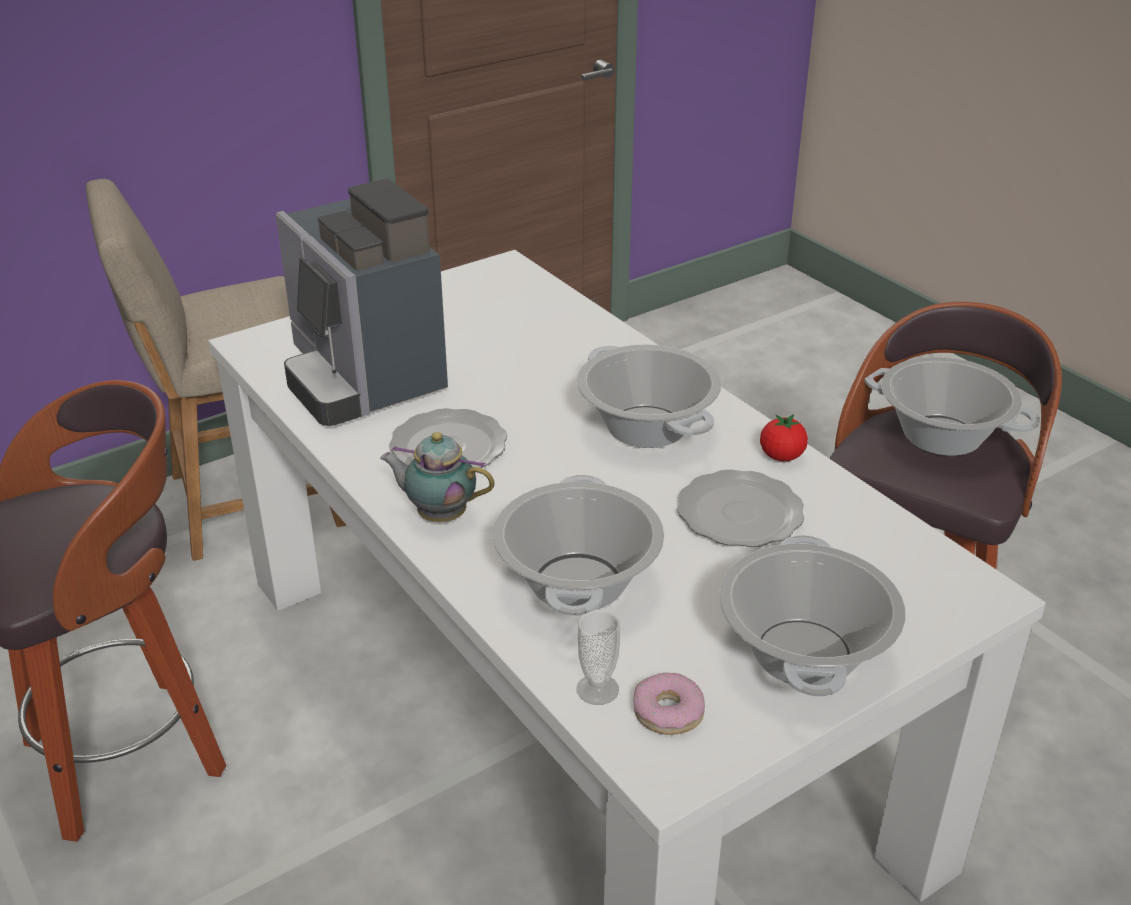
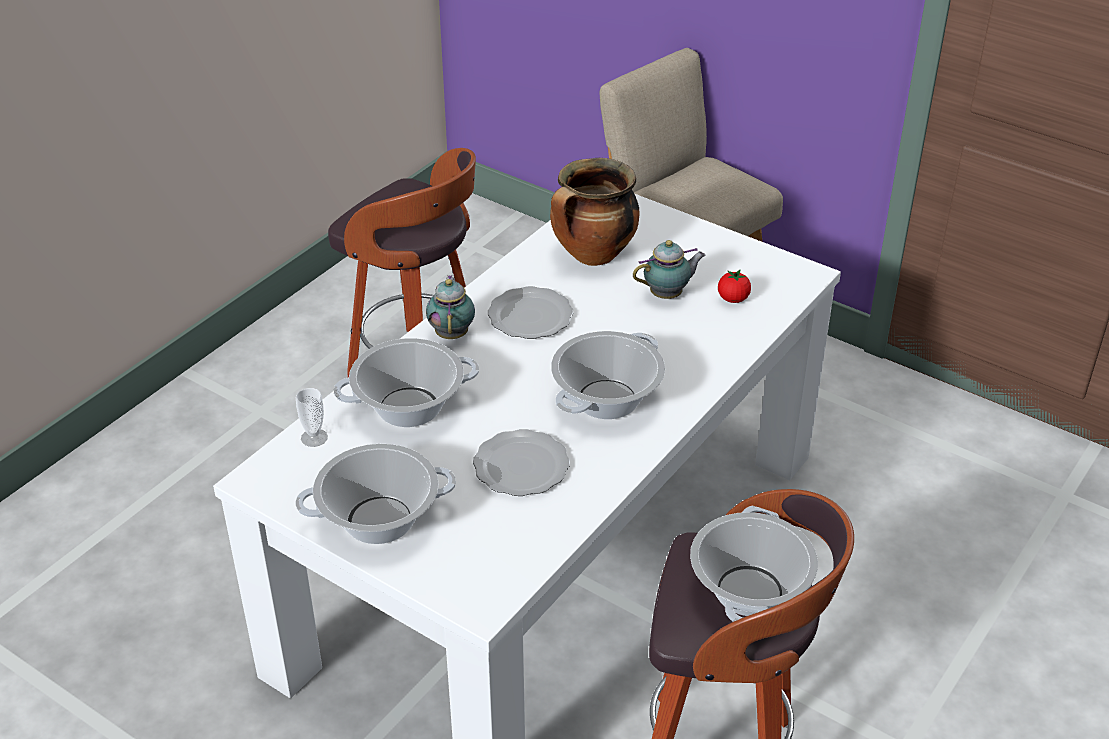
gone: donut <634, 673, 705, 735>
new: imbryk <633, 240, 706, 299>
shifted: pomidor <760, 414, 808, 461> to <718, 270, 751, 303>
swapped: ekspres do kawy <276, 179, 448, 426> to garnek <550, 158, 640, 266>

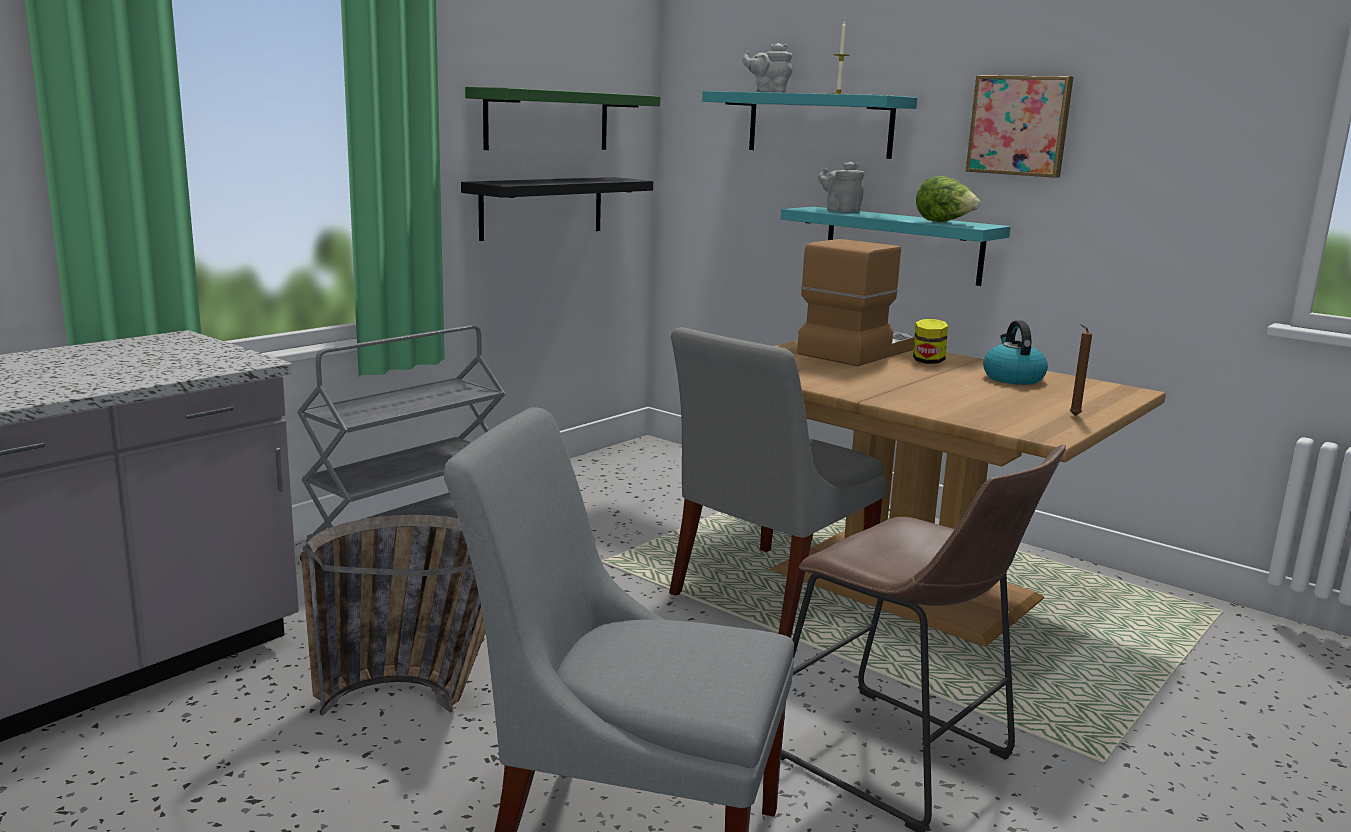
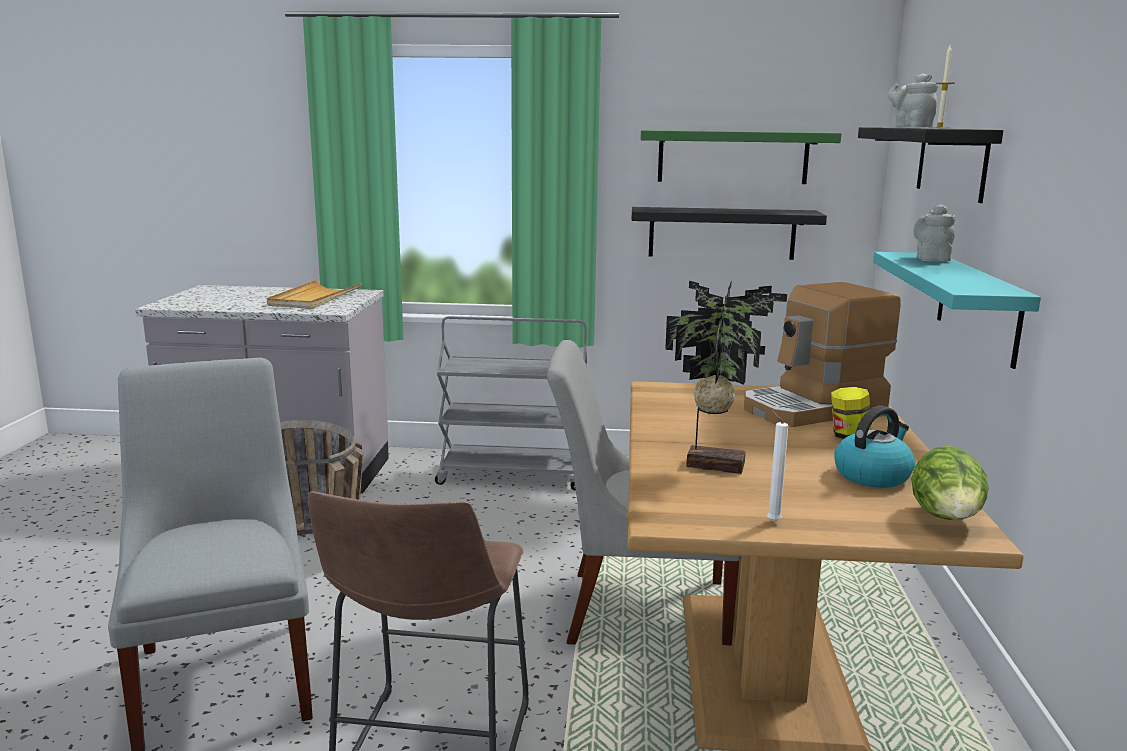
gone: obraz <966, 75, 1073, 178>
new: taca/beżowy <267, 280, 362, 309>; roślina doniczkowa <665, 281, 787, 474>
shifted: sałata <916, 176, 981, 222> to <911, 446, 989, 520>
repainted: półka/turkusowy <702, 91, 917, 159> to półka/czarny <858, 127, 1003, 203>; świeca/brązowy <1070, 324, 1092, 416> to świeca/biały <767, 410, 788, 522>
rotated: ekspres do kawy <797, 239, 914, 366> = <744, 282, 901, 427> 150 degrees clockwise

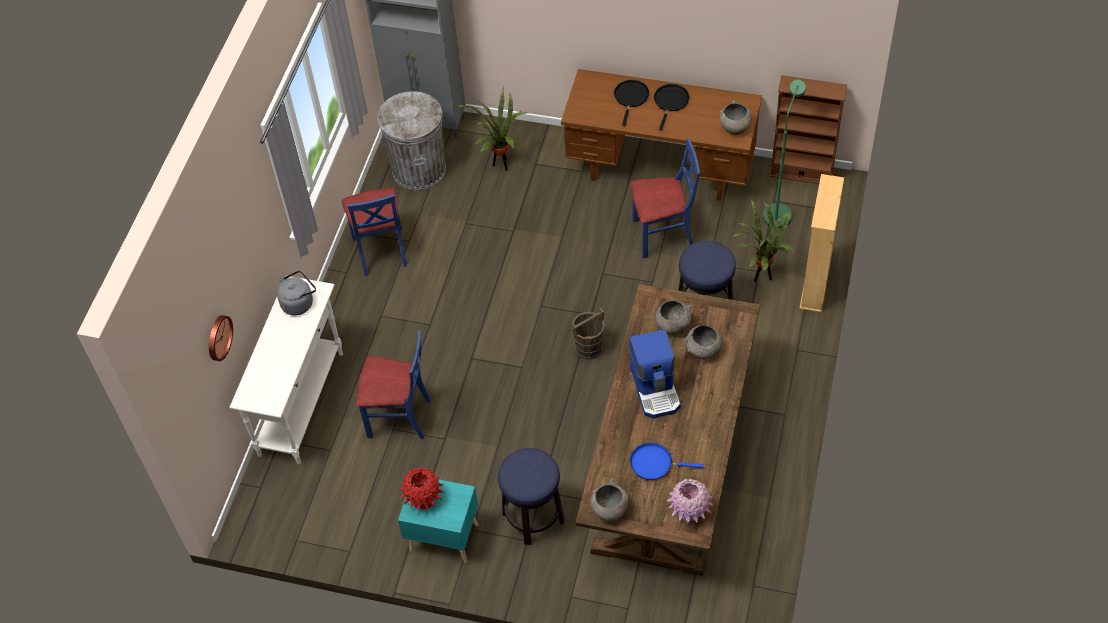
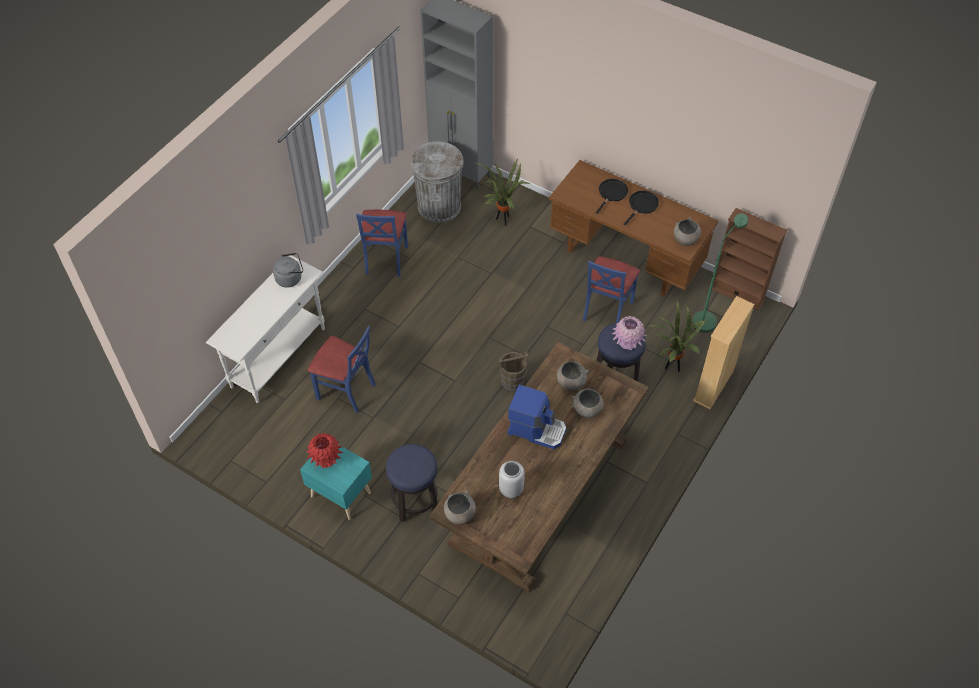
gone: zegar ścienny <209, 315, 233, 361>
shifted: wazon/różowy <666, 479, 713, 524> to <612, 316, 646, 350>
swapped: patelnia/niebieski <630, 443, 703, 480> to wazon/szary <499, 461, 524, 498>
rotated: ekspres do kawy <629, 329, 681, 419> = <508, 384, 566, 449> 75 degrees counterclockwise; krzesło/niebieski <630, 138, 700, 258> = <583, 256, 640, 323> 105 degrees clockwise

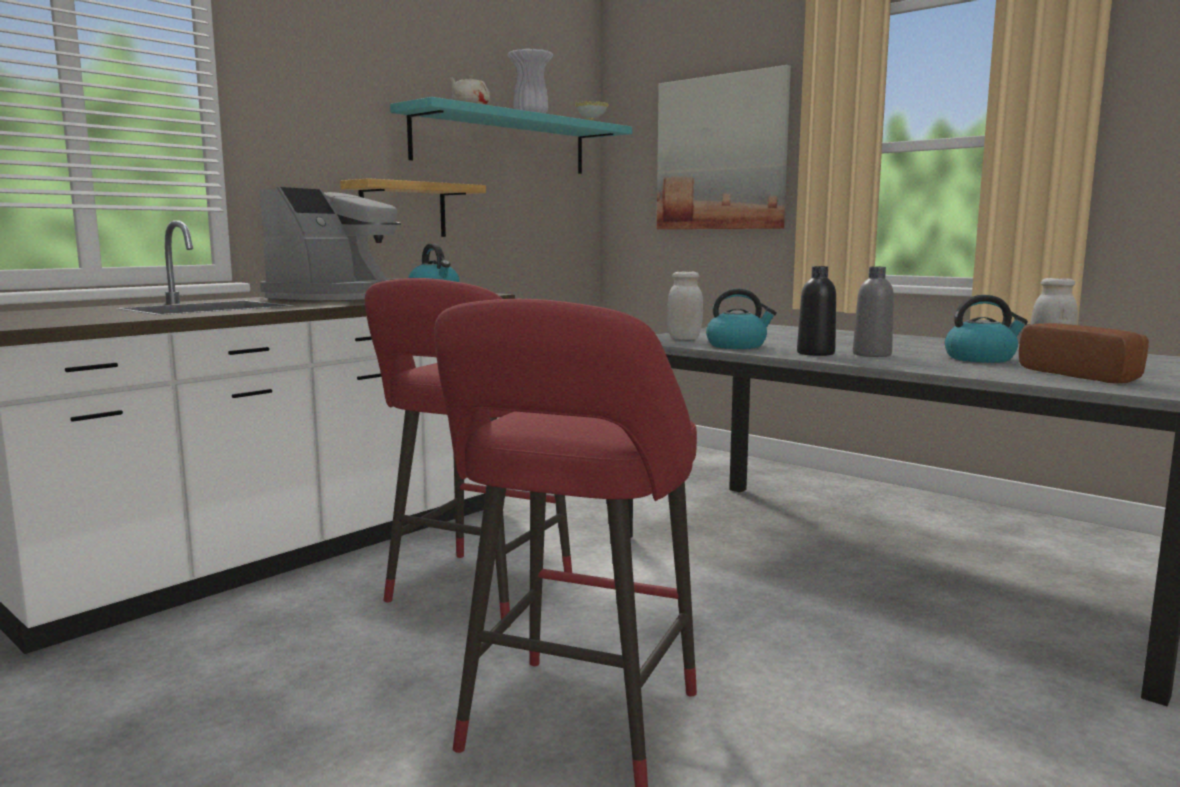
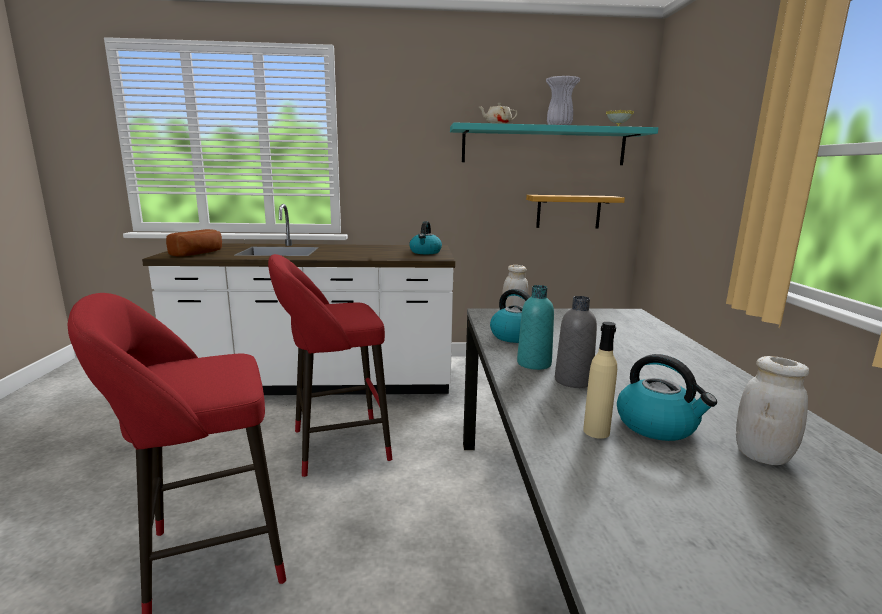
gone: ekspres do kawy <260, 187, 401, 300>; obraz <657, 65, 791, 229>
new: butelka/beżowy <583, 322, 617, 439>
shifted: półka <340, 178, 486, 237> to <526, 195, 625, 229>; chleb <1019, 323, 1149, 384> to <166, 229, 222, 257>
repainted: butelka/czarny <797, 266, 836, 356> to butelka/turkusowy <517, 285, 554, 370>

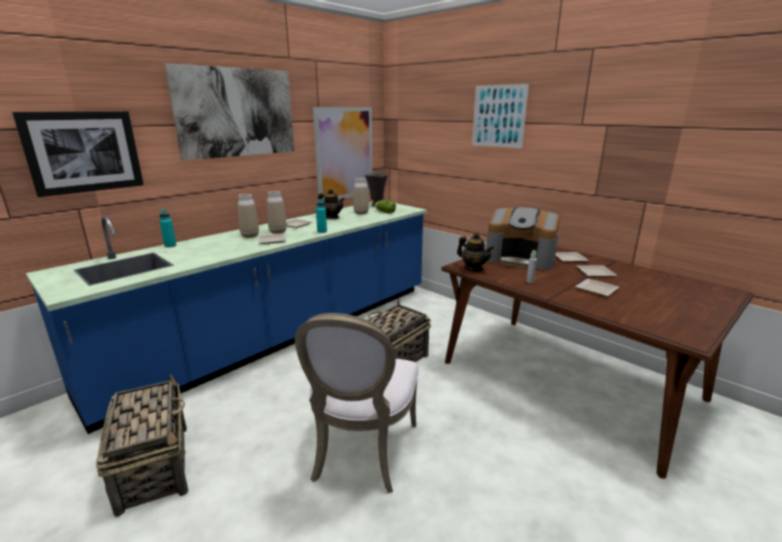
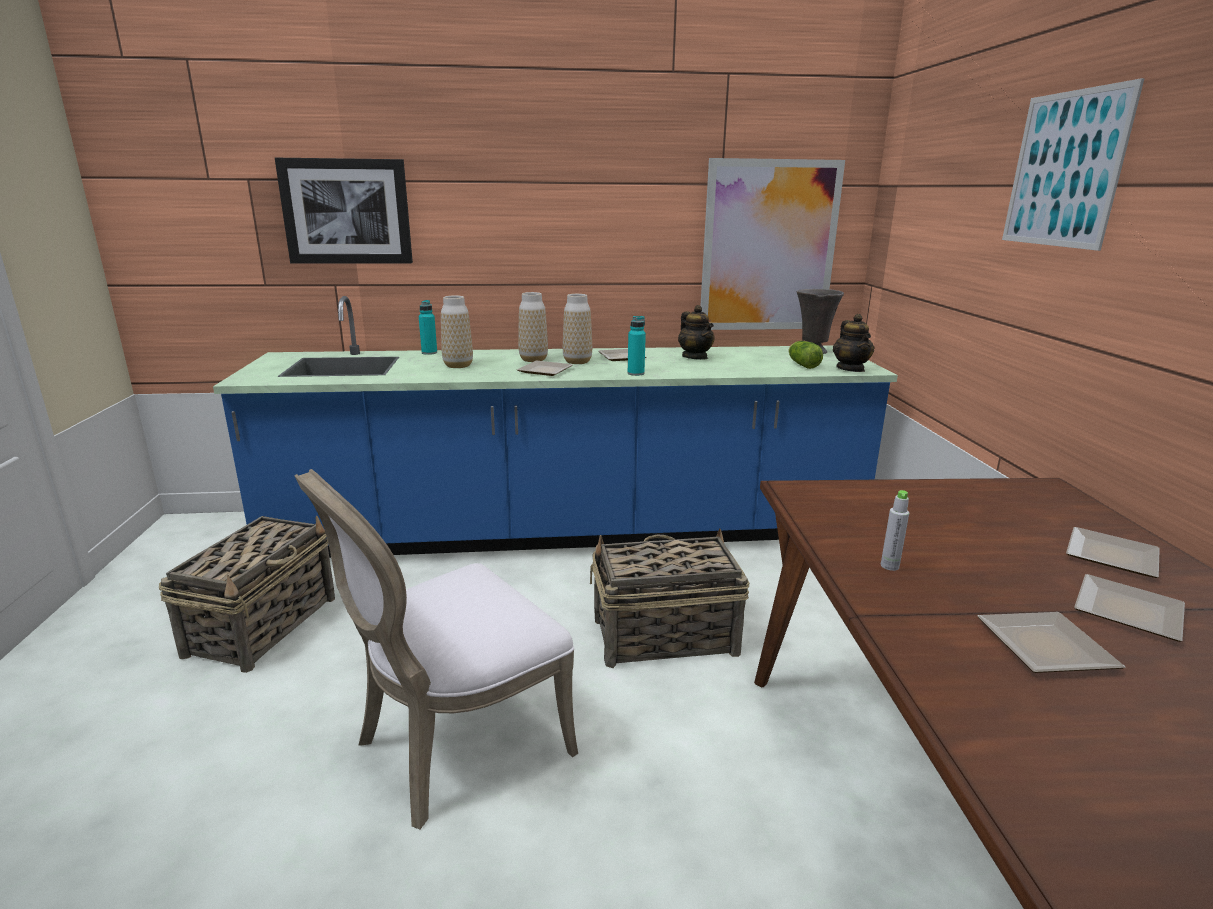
gone: obraz <165, 63, 294, 161>; ekspres do kawy <486, 207, 560, 270>
shifted: wazon <353, 178, 369, 214> to <441, 295, 473, 368>; imbryk <457, 233, 494, 272> to <833, 314, 875, 372>

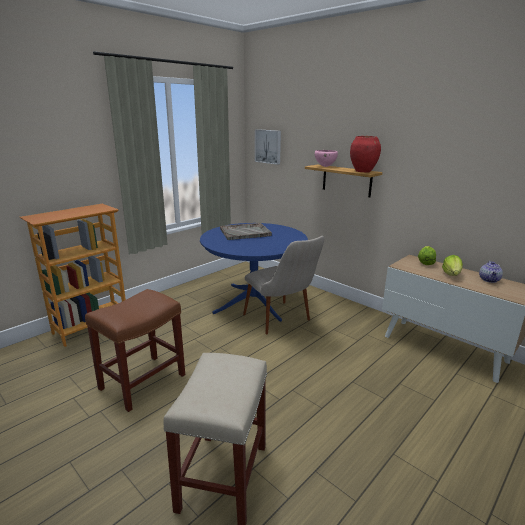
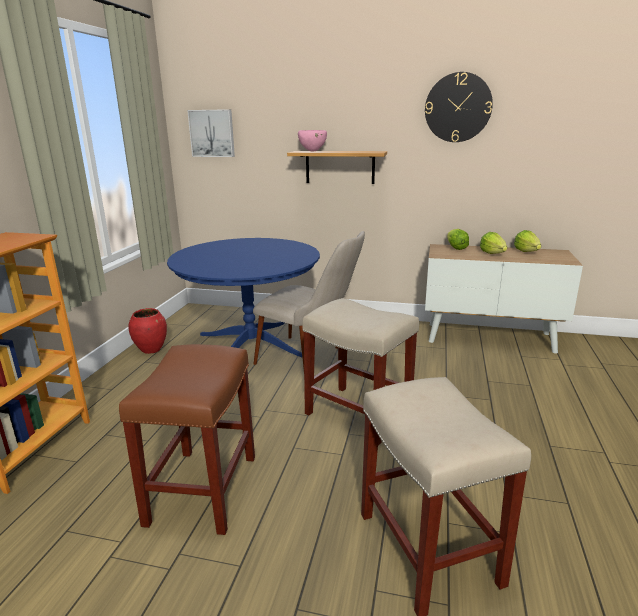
gone: taca/szary <220, 223, 272, 240>
new: stołek/beżowy <302, 298, 419, 446>; zegar ścienny <425, 72, 493, 142>
shifted: wazon/czerwony <350, 136, 381, 173> to <129, 308, 167, 354>
swapped: imbryk <479, 261, 503, 283> to sałata <514, 230, 541, 252>

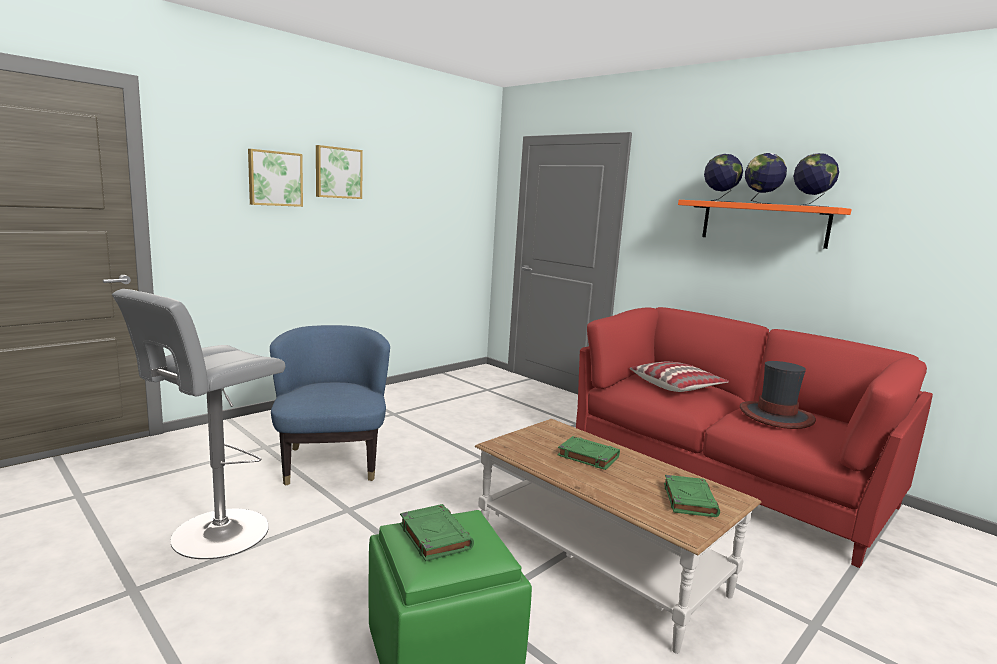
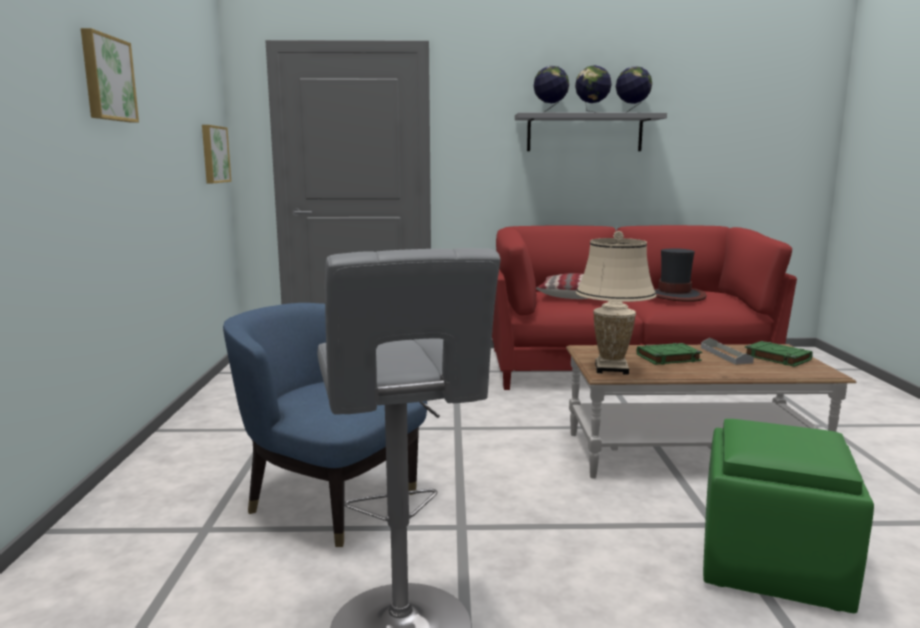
gone: książka/zielony <400, 504, 474, 561>
new: lampa stołowa/beżowy <576, 231, 657, 375>; taca/szary <701, 338, 754, 365>
shifted: obraz <248, 149, 303, 207> to <202, 125, 231, 183>
repainted: półka/pomarańczowy <678, 200, 852, 249> to półka/szary <515, 112, 667, 151>

